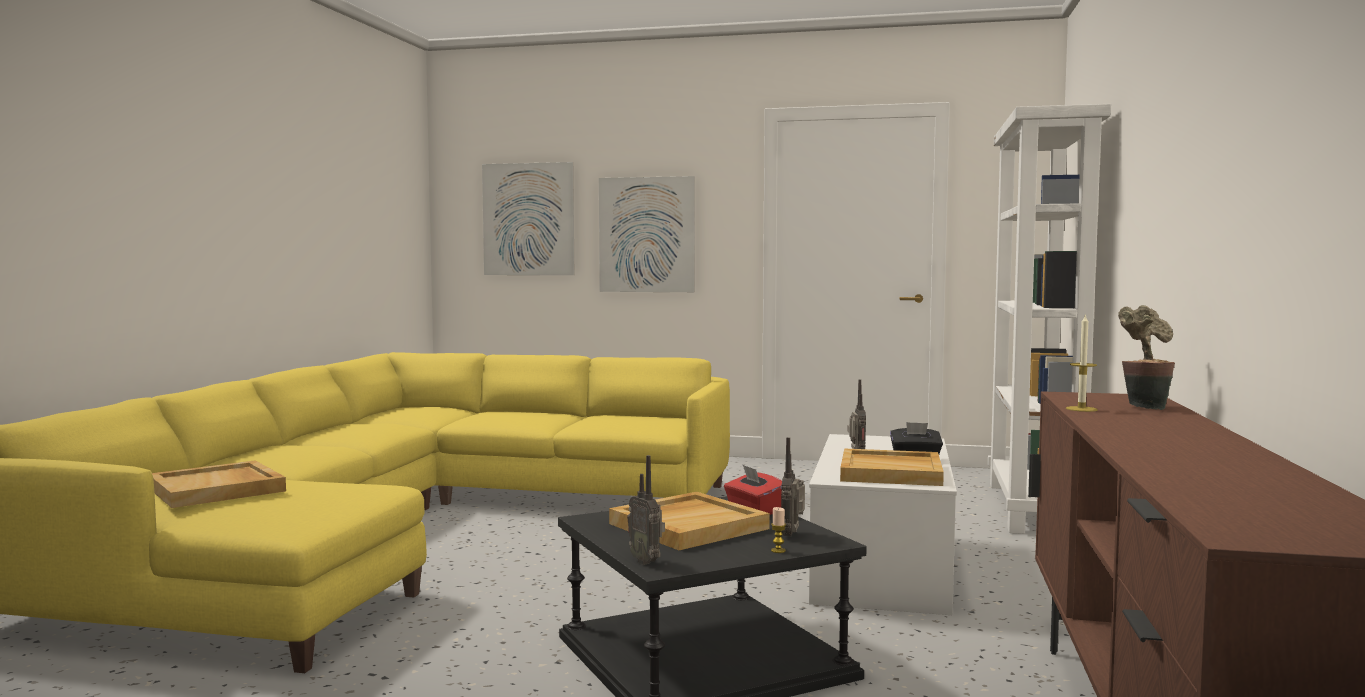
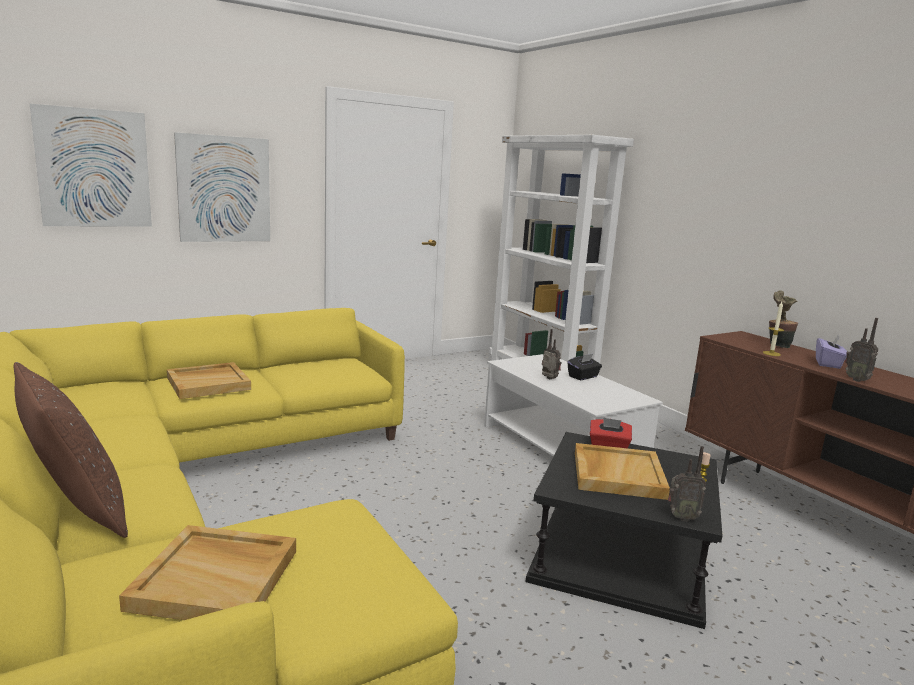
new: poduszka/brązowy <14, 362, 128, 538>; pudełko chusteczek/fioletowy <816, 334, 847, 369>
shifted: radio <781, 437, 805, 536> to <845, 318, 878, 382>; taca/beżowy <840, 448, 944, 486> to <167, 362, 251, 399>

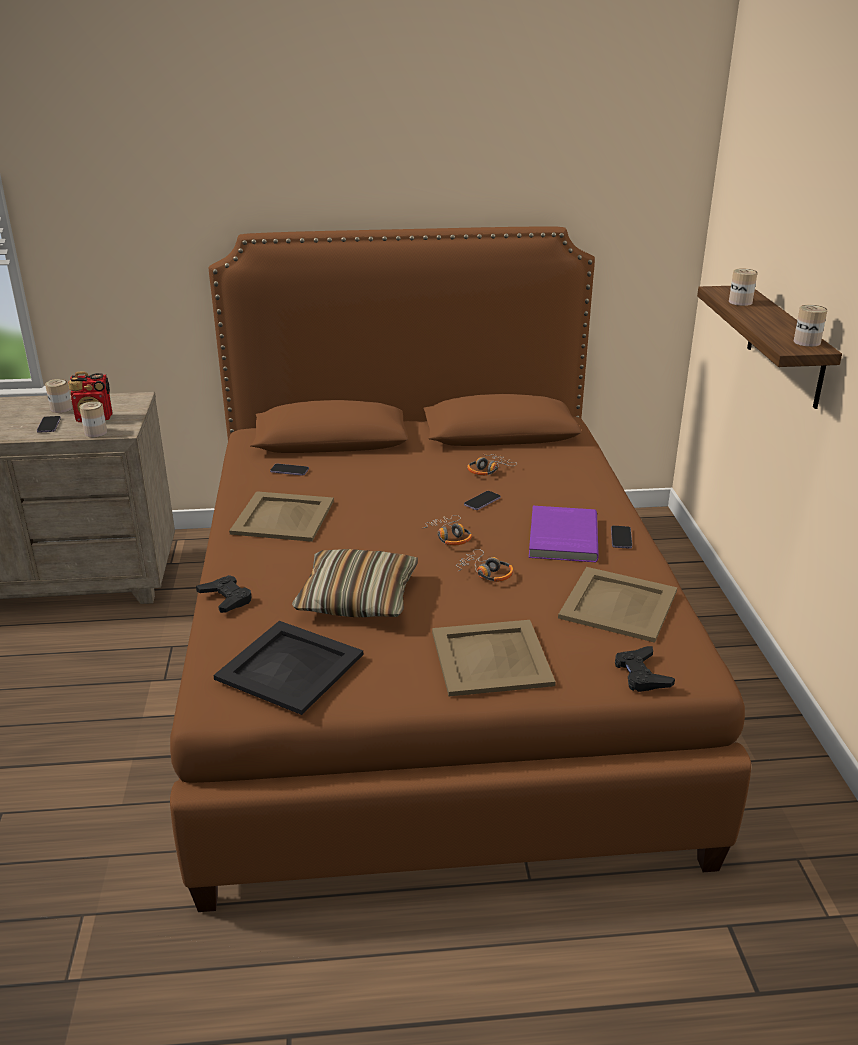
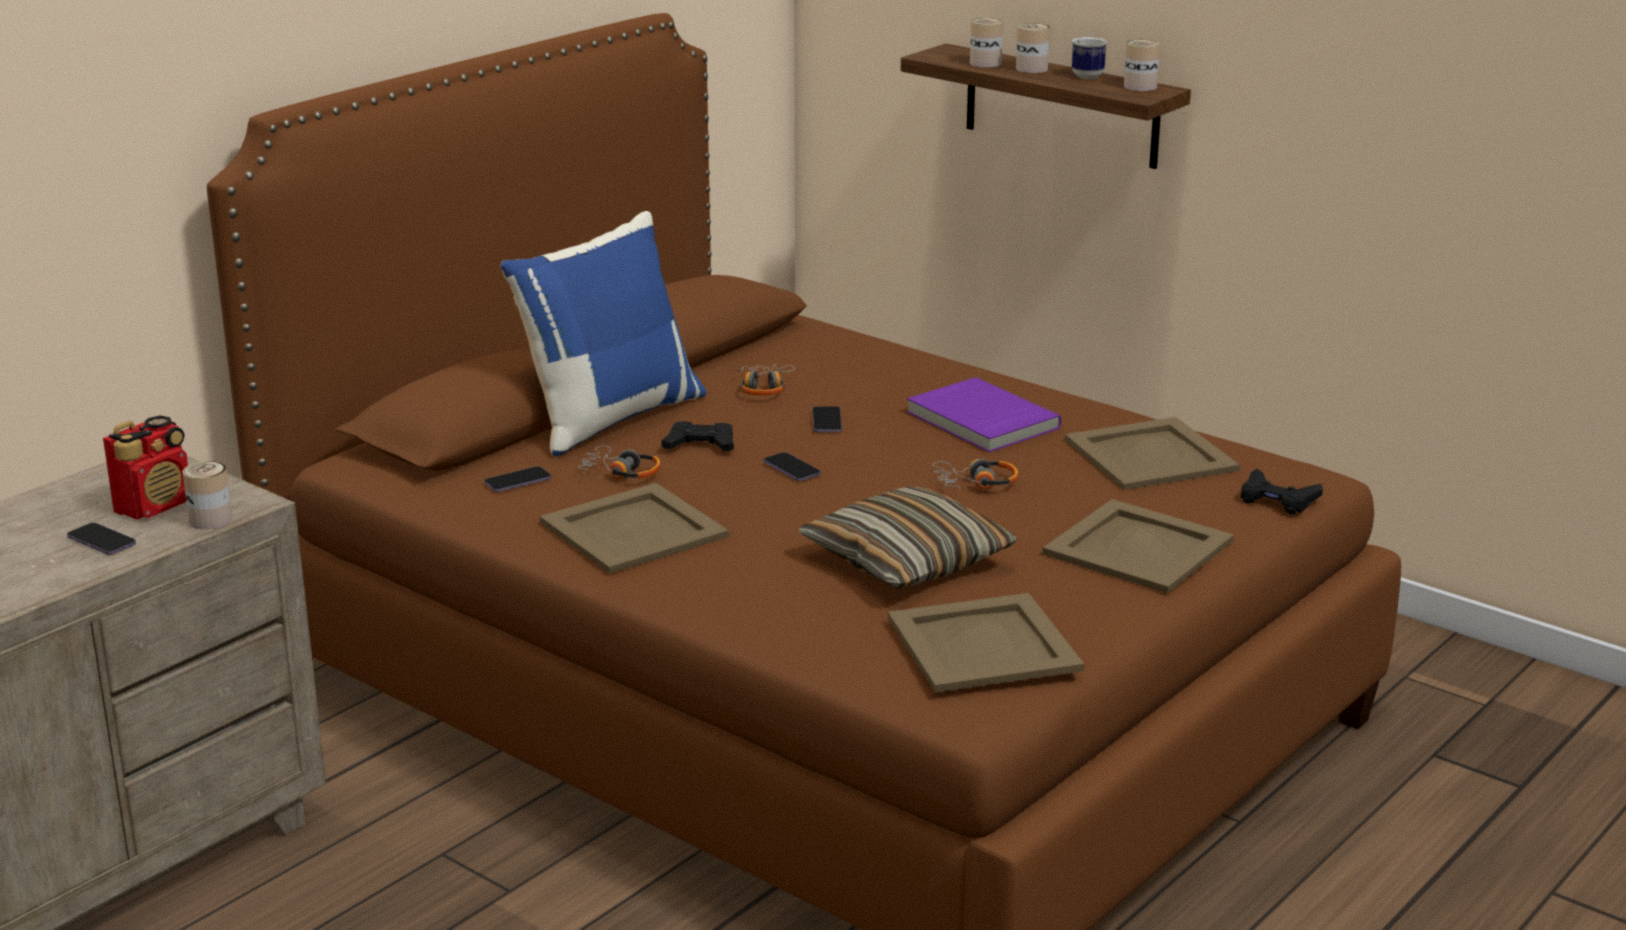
new: poduszka/niebieski <500, 211, 707, 456>; kubek <1072, 37, 1107, 79>
shifted: puszka <45, 379, 72, 413> to <1016, 23, 1050, 73>; pad do gier/czarny <196, 575, 251, 613> to <661, 421, 734, 451>; słuchawki <422, 515, 472, 546> to <578, 446, 661, 479>; telefon <611, 526, 632, 549> to <764, 452, 821, 481>
repainted: taca/czarny <213, 621, 363, 715> to taca/beżowy <888, 593, 1084, 692>

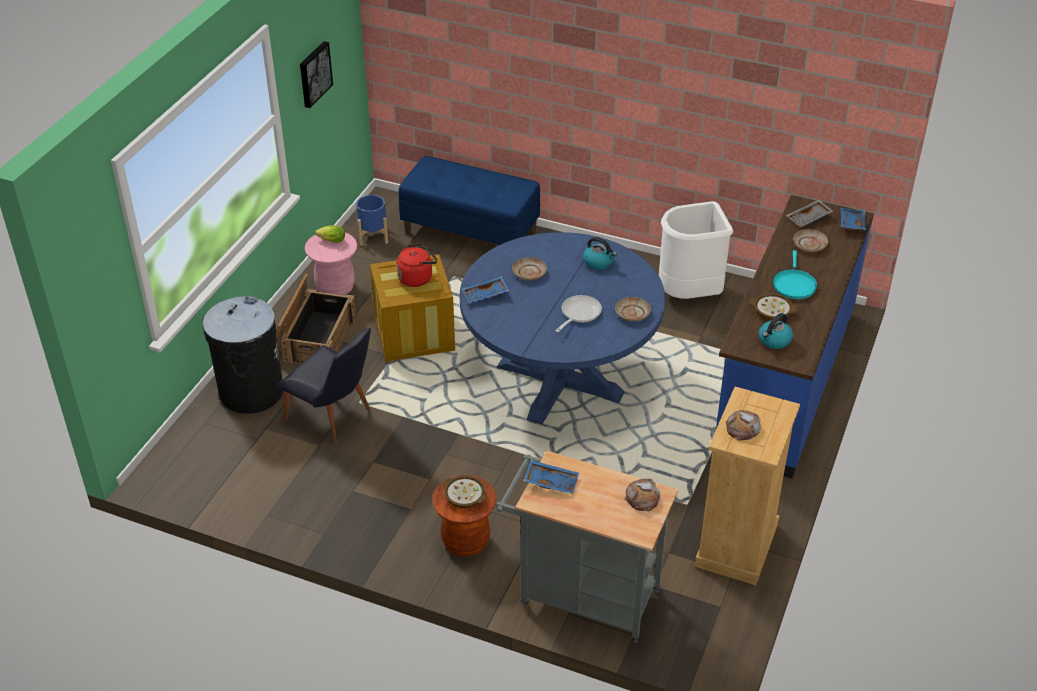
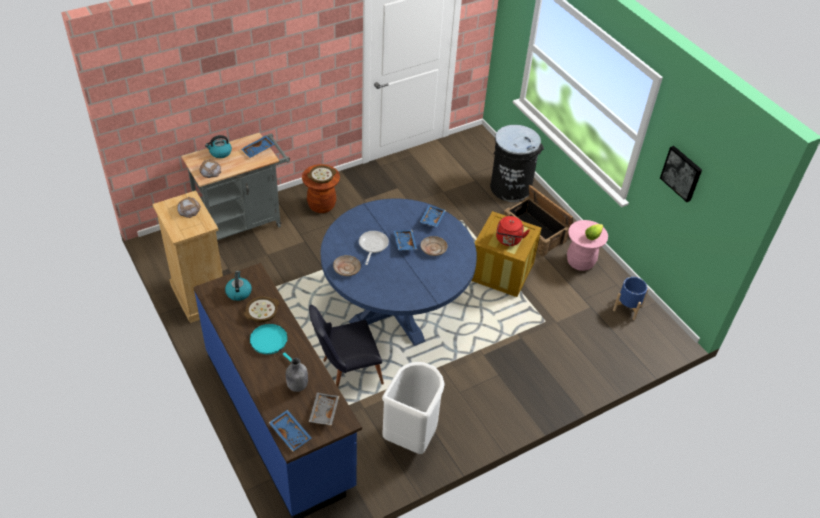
gone: ławka/niebieski <398, 156, 540, 245>
new: taca/niebieski <394, 230, 417, 251>
shifted: krzesło/czarny <278, 328, 371, 443> to <309, 305, 384, 387>; czajnik <583, 237, 617, 269> to <205, 135, 232, 158>
swapped: talerz/beżowy <793, 229, 828, 252> to butelka/szary <286, 358, 308, 392>
rotated: patelnia <556, 295, 602, 332> = <359, 231, 389, 265> 150 degrees counterclockwise

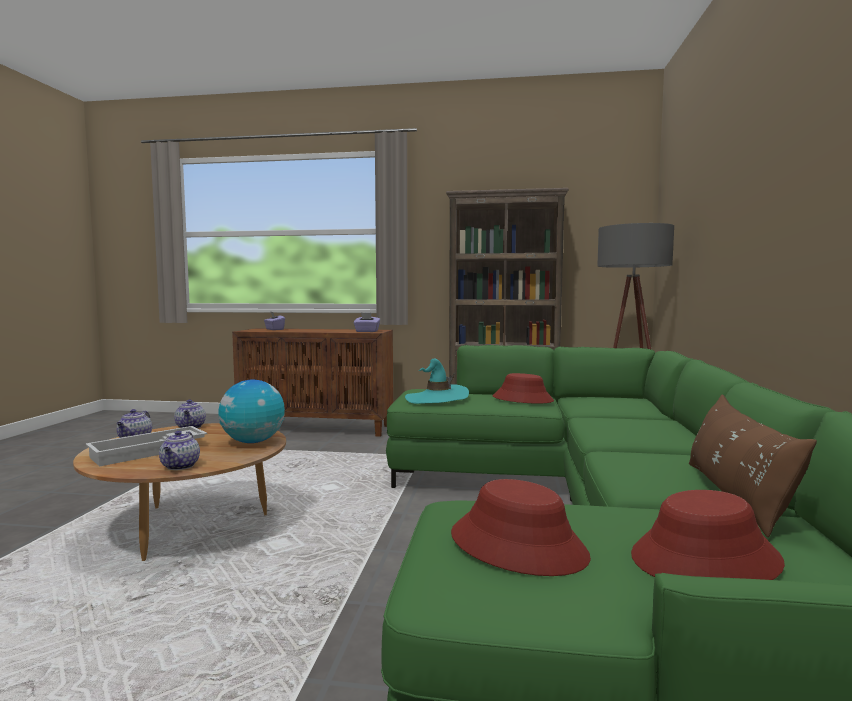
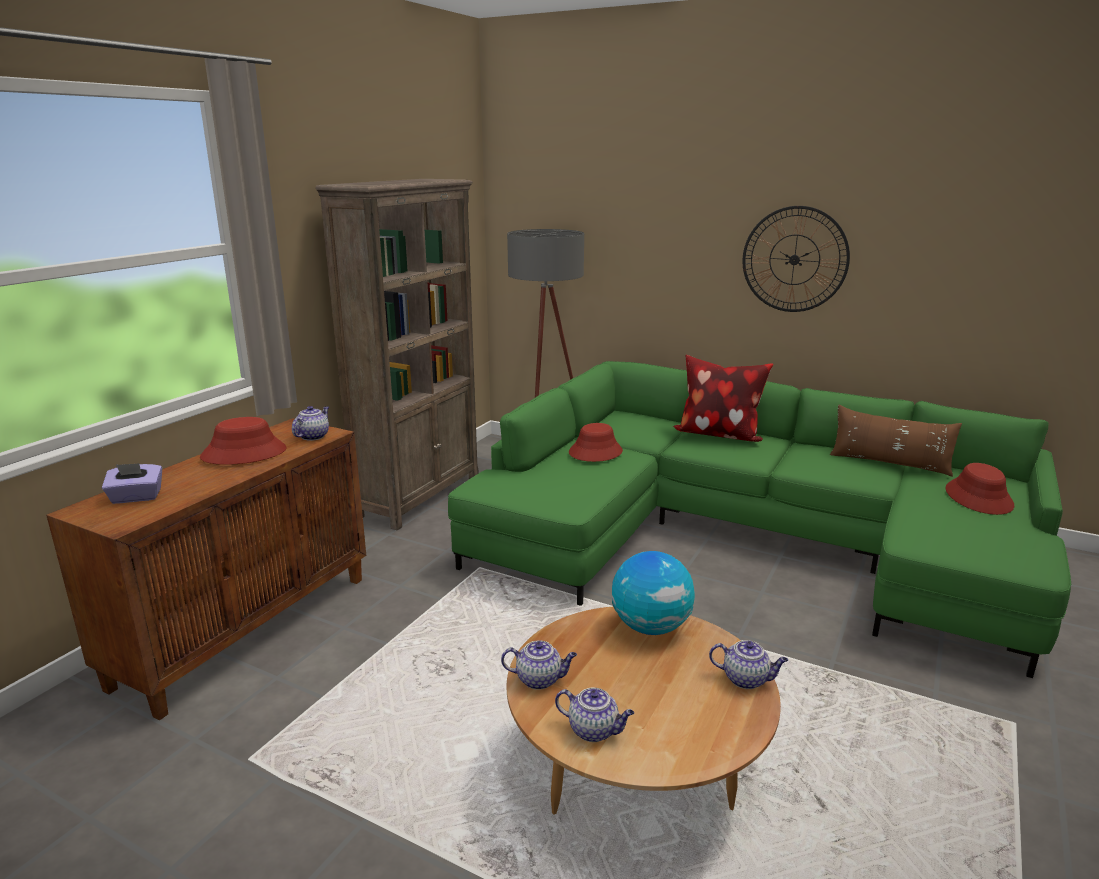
gone: taca/biały <85, 426, 207, 466>; kapelusz/turkusowy <405, 359, 469, 404>
new: poduszka <673, 355, 773, 442>; zegar ścienny <742, 206, 850, 312>
shifted: kapelusz/czerwony <451, 479, 591, 576> to <200, 417, 287, 465>
swapped: pudełko chusteczek/fioletowy <353, 313, 380, 332> to imbryk <292, 406, 329, 441>

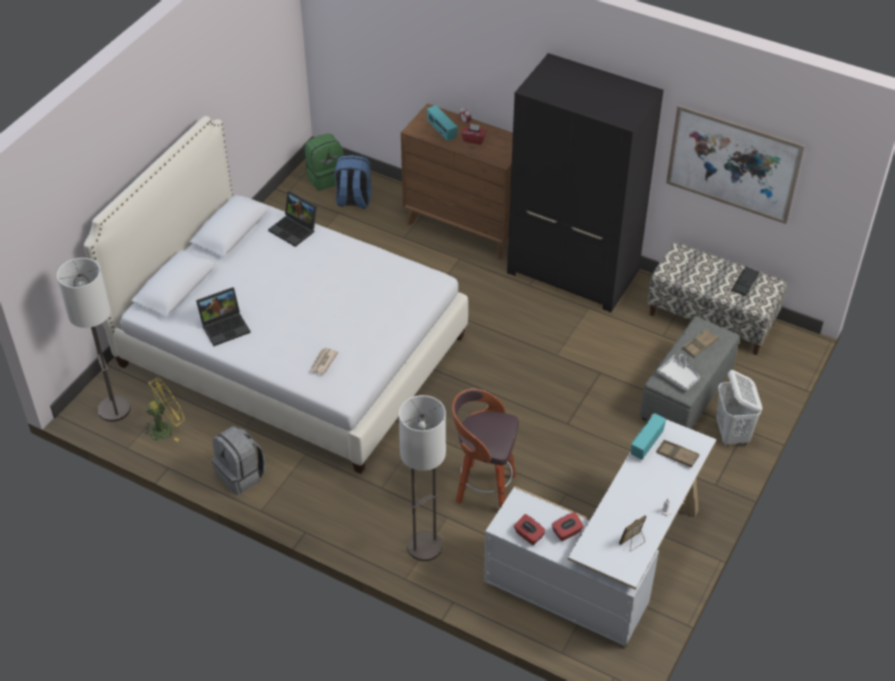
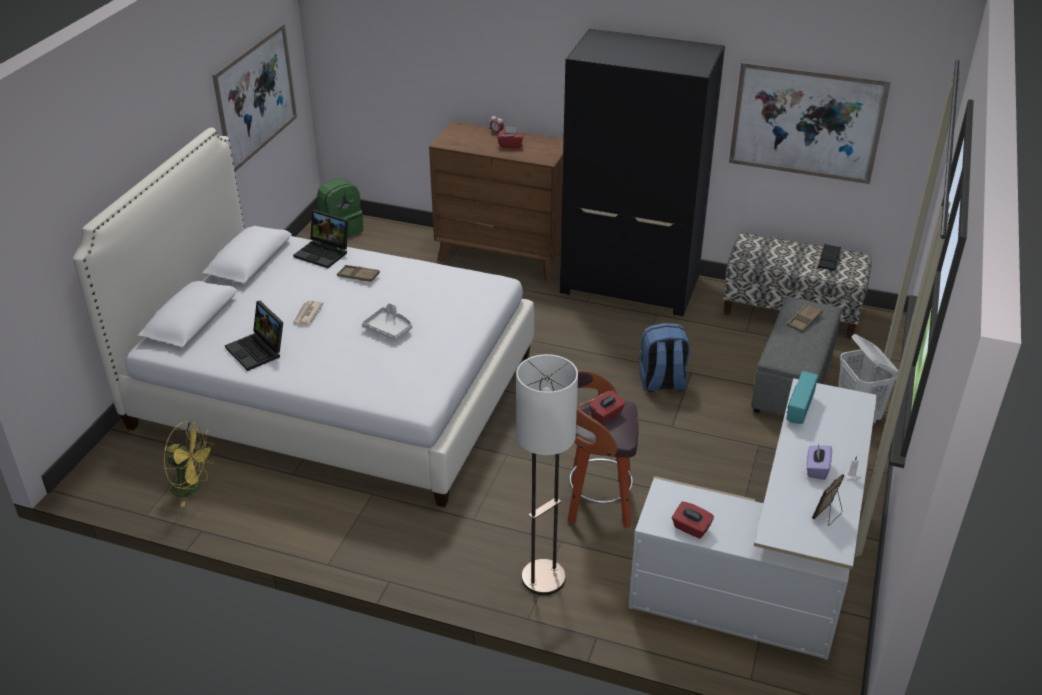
gone: lampa stojąca <57, 258, 131, 422>; plecak/szary <212, 426, 265, 495>; radio <427, 105, 457, 141>
new: obraz <212, 24, 297, 171>; pudełko chusteczek/fioletowy <806, 443, 832, 480>
shifted: gazeta <310, 348, 338, 375> to <293, 301, 324, 325>; plecak/niebieski <334, 155, 372, 209> to <639, 323, 690, 392>; pudełko chusteczek/czerwony <552, 512, 584, 541> to <589, 390, 625, 423>; taca/brązowy <656, 440, 700, 467> to <337, 265, 380, 282>; taca/szary <657, 354, 700, 391> to <362, 303, 412, 341>
rotated: wentylator/żółty <143, 377, 185, 442> = <163, 421, 215, 507> 60 degrees clockwise; laptop <196, 287, 251, 346> = <225, 301, 283, 371> 90 degrees clockwise

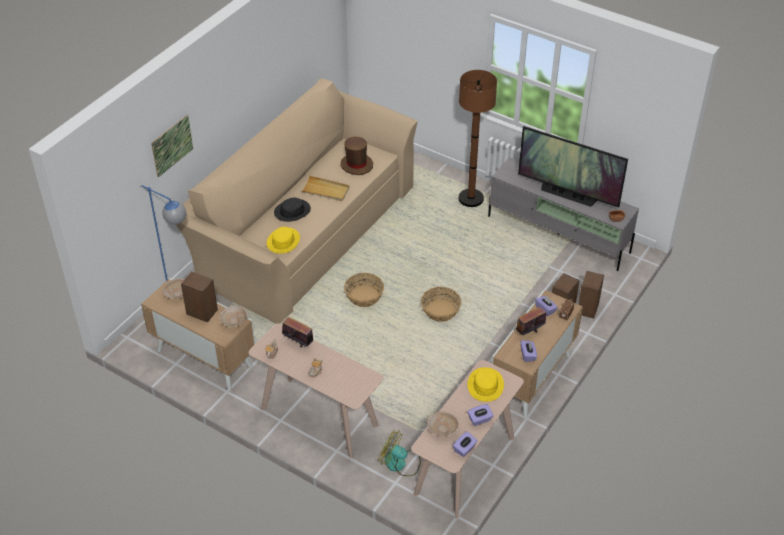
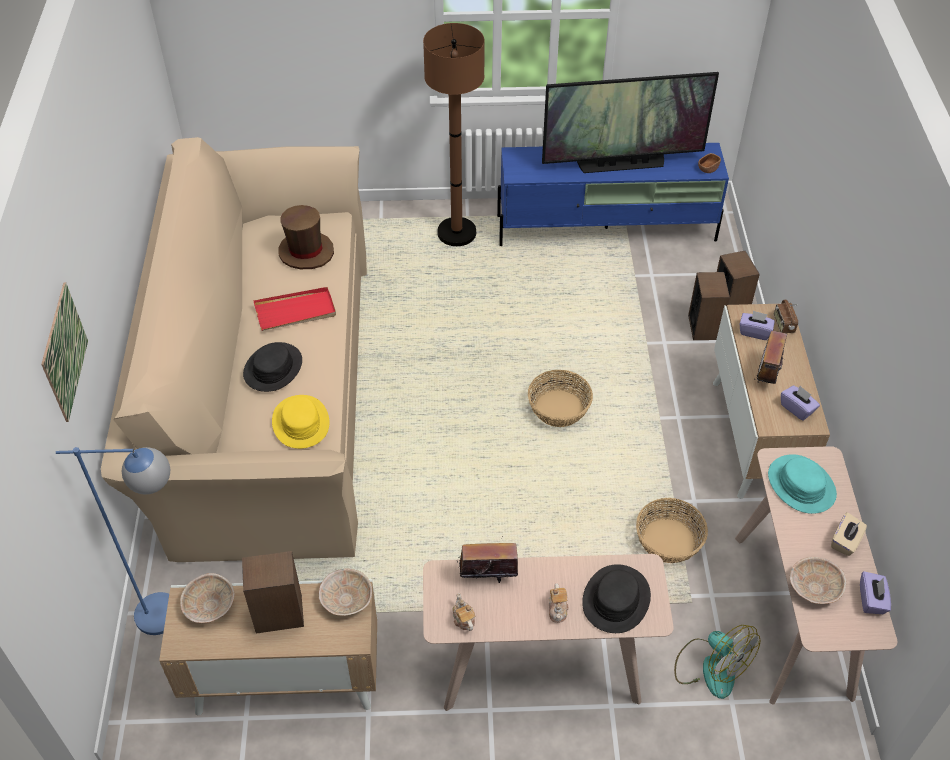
new: kapelusz/czarny <582, 564, 651, 633>
shifted: koszyk <344, 273, 384, 307> to <636, 498, 708, 563>
repainted: taca/beżowy <301, 176, 350, 201> to taca/czerwony <253, 287, 336, 331>; kapelusz/żółty <468, 367, 504, 402> to kapelusz/turkusowy <768, 454, 837, 514>; pudełko chusteczek/fioletowy <468, 404, 493, 426> to pudełko chusteczek/beżowy <831, 512, 867, 556>; szafka pod telewizor/szary <488, 157, 639, 271> to szafka pod telewizor/niebieski <497, 143, 729, 246>
rotated: wentylator <378, 430, 421, 476> = <674, 625, 760, 699> 120 degrees counterclockwise

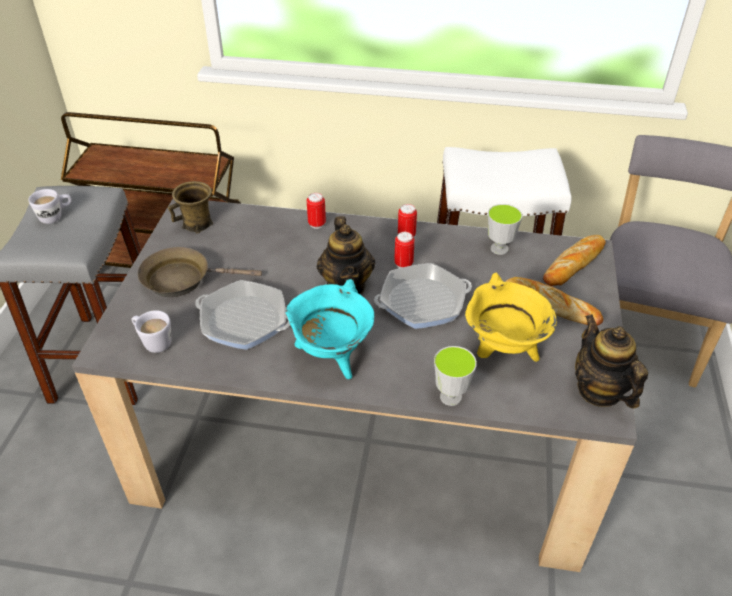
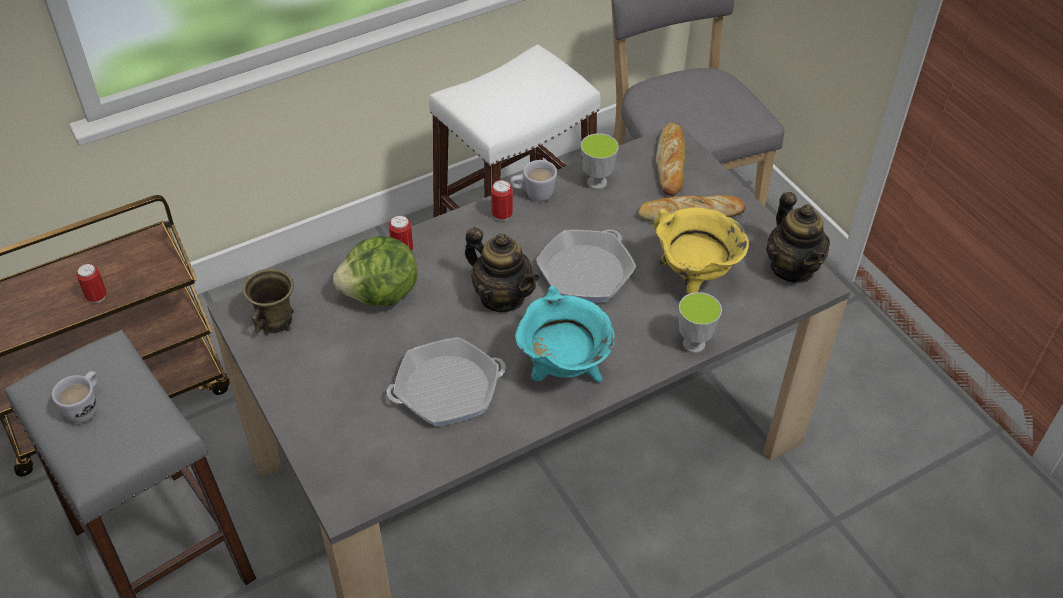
gone: patelnia/brązowy <138, 247, 262, 297>
new: sałata <333, 236, 417, 306>
shifted: kubek/biały <132, 310, 172, 353> to <510, 160, 557, 202>; puszka <394, 232, 415, 268> to <76, 264, 107, 303>
rotated: imbryk <575, 314, 648, 409> = <766, 192, 830, 283> 135 degrees counterclockwise

